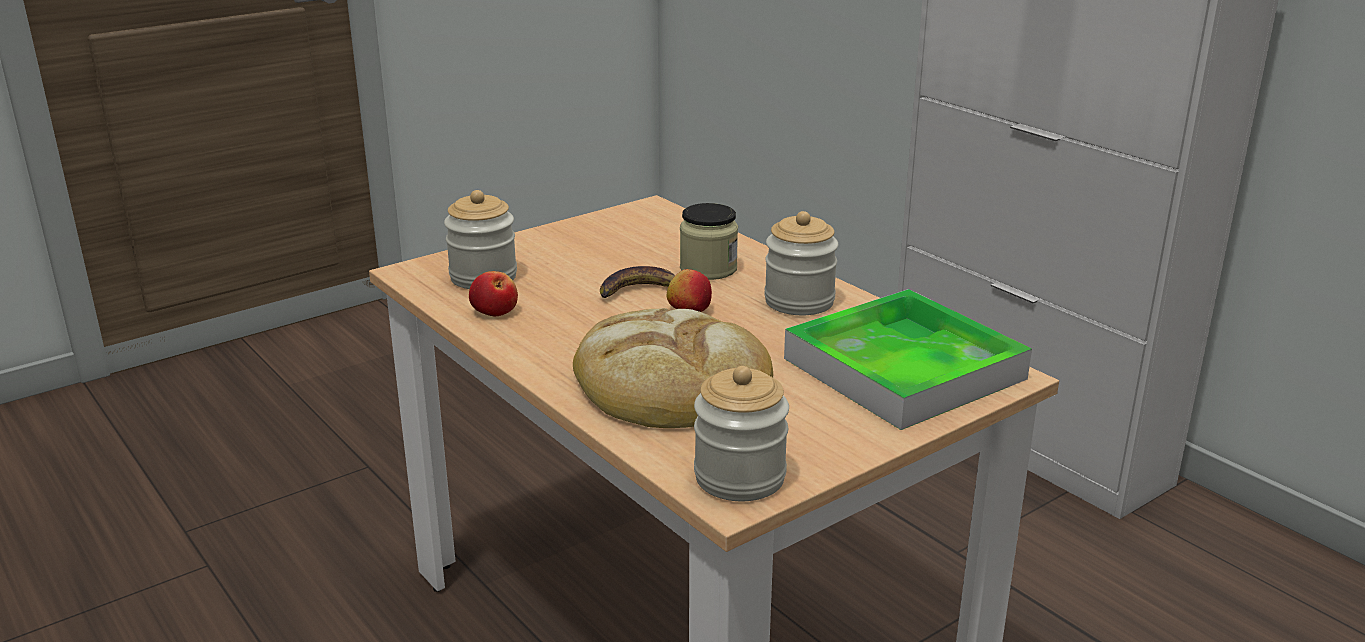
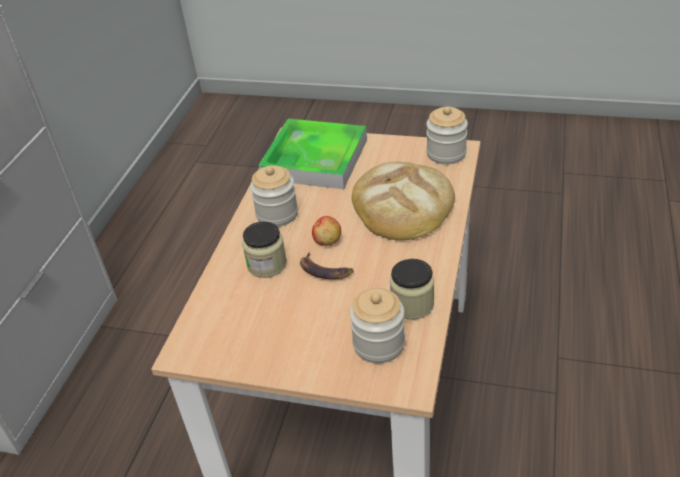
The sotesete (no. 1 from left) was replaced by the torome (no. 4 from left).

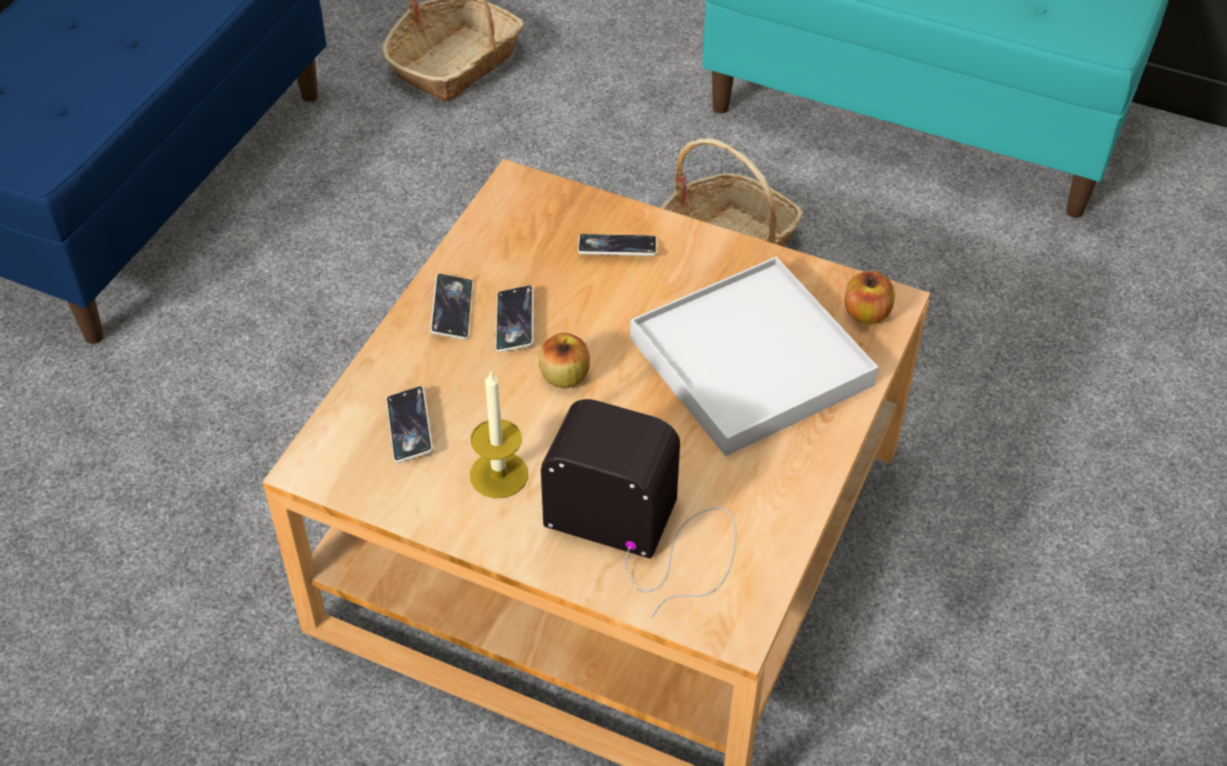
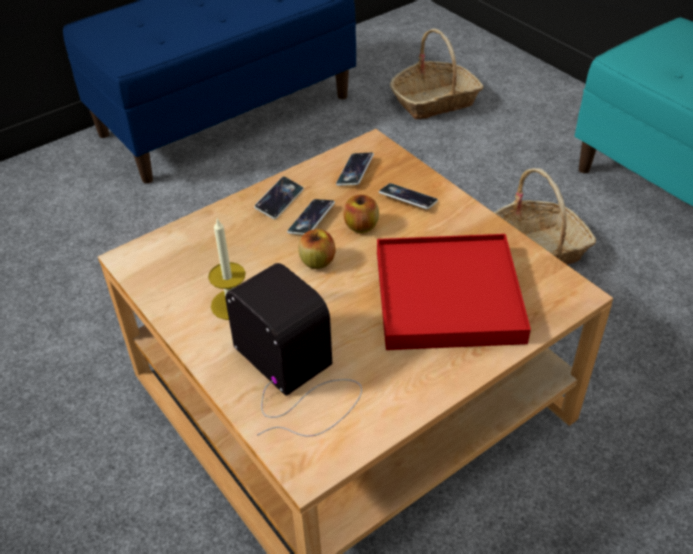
The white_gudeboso became the red_gudeboso.
The sotesete (no. 2 from left) moved.
The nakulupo (no. 1 from left in the first image) moved.

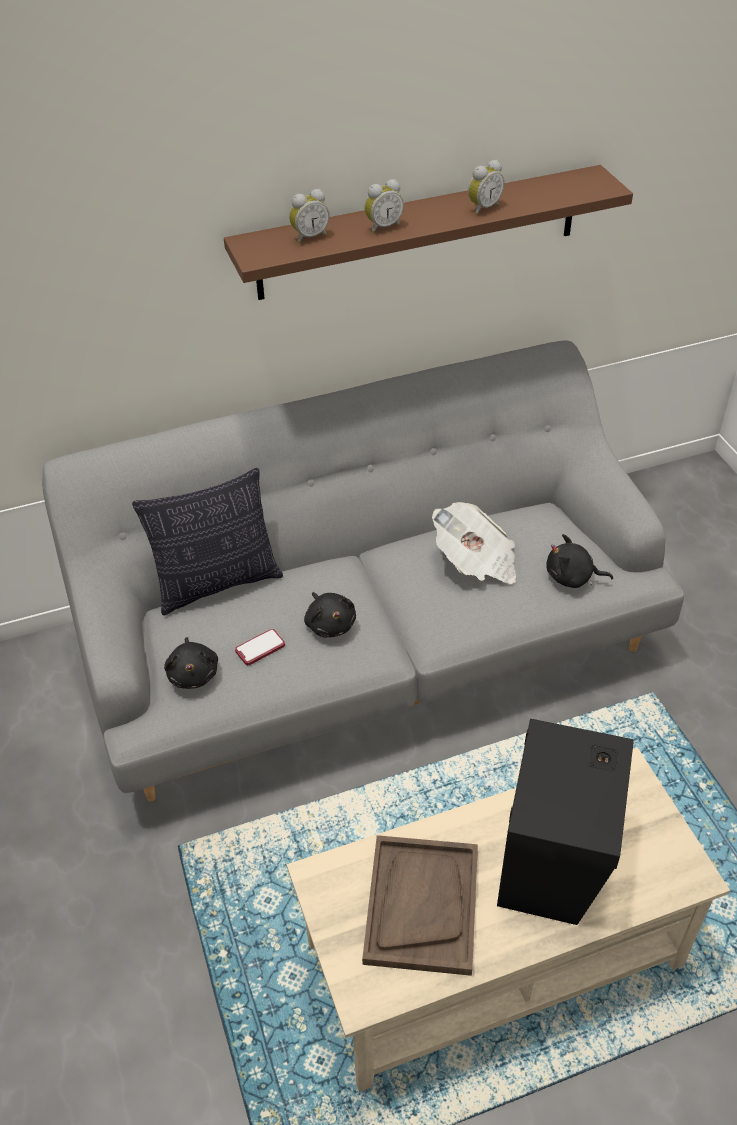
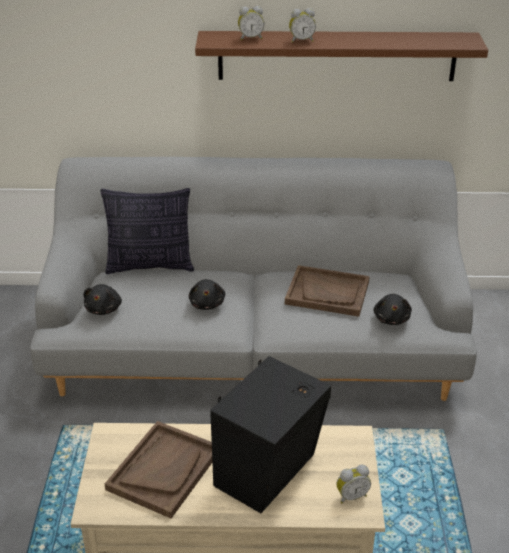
The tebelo (no. 3 from left) moved.
The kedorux was replaced by the brown_gudeboso (no. 2 from left).
The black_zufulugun (no. 3 from left) turned 120 degrees counterclockwise.
The nakulupo disappeared.

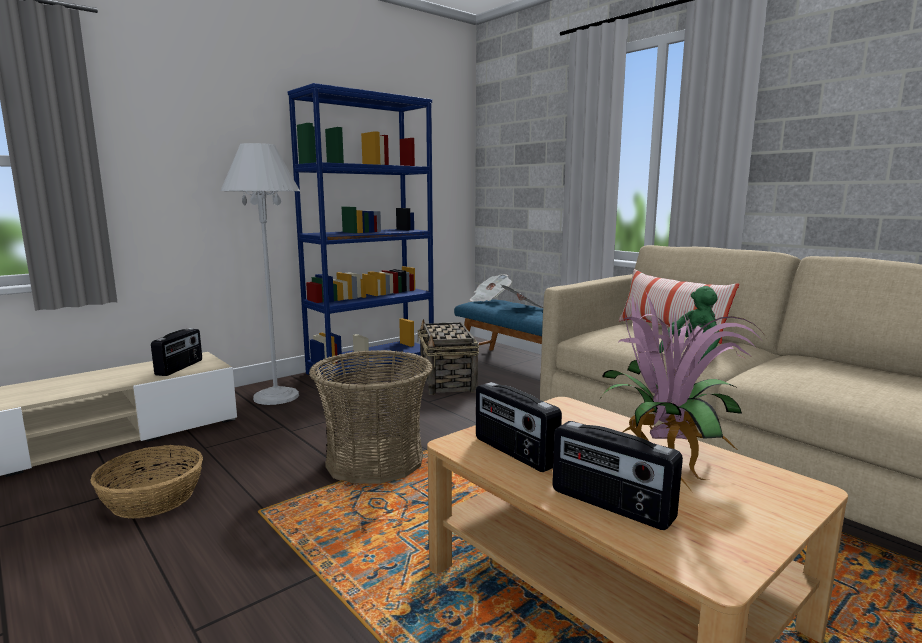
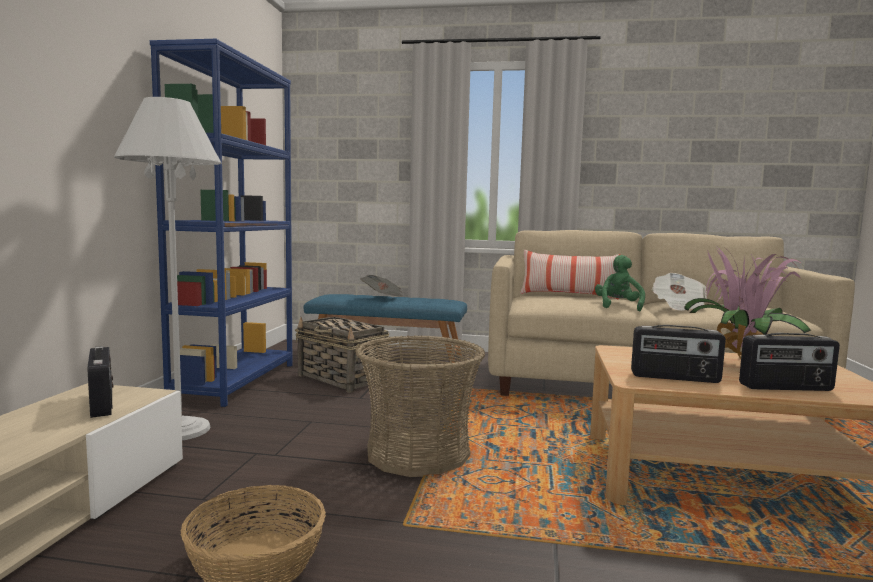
The kedorux (no. 1 from left in the first image) moved.

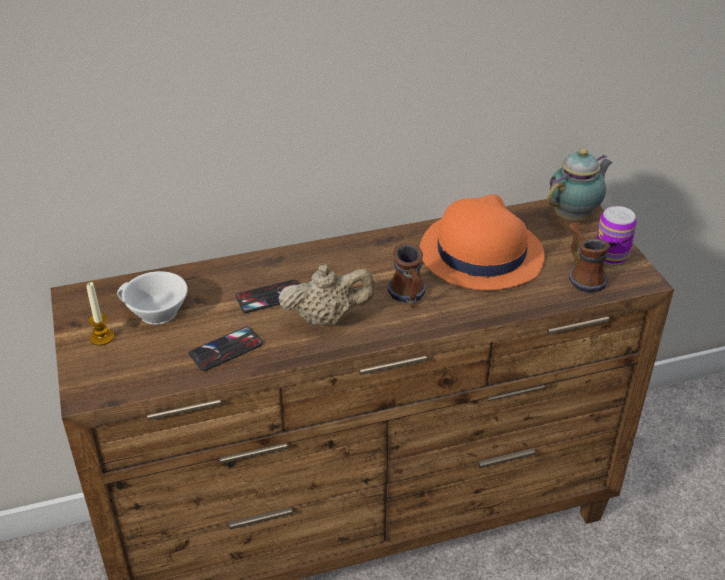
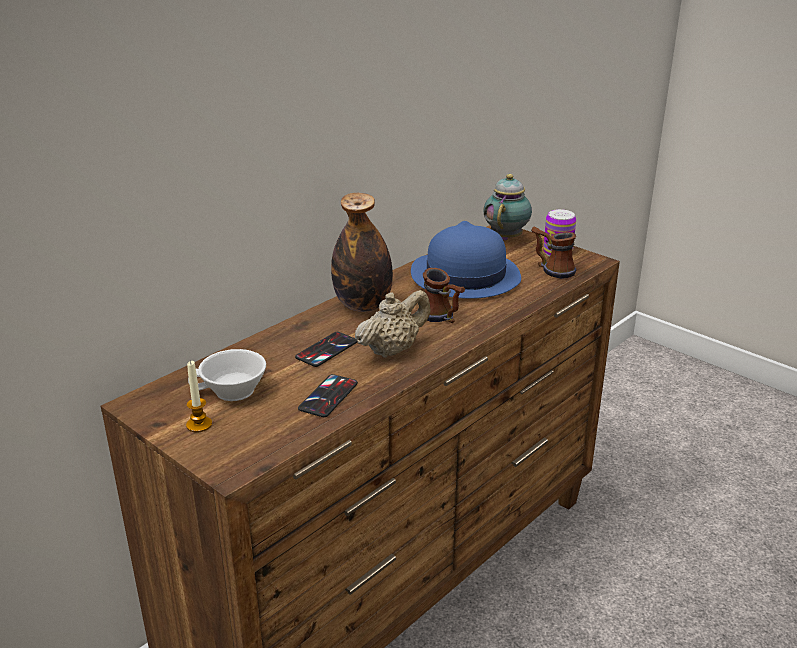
The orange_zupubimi became the blue_zupubimi.
The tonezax appeared.

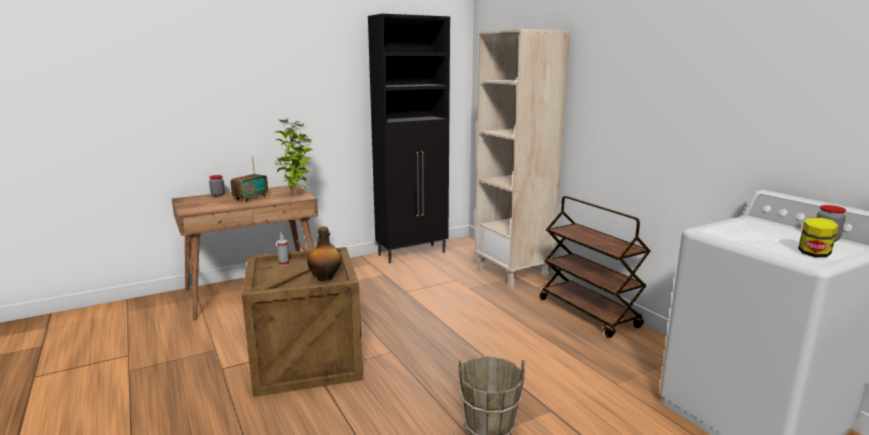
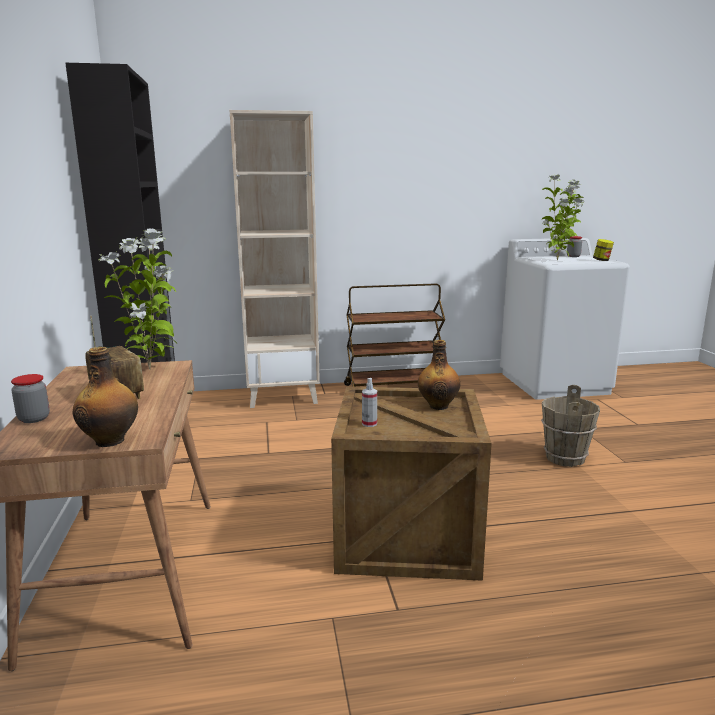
The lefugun (no. 2 from left) appeared.
The tonezax (no. 1 from left) appeared.

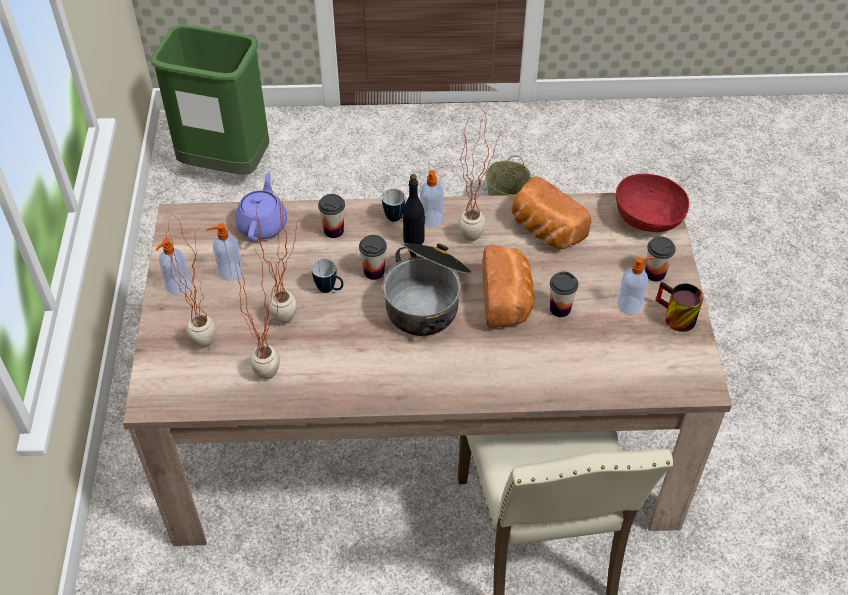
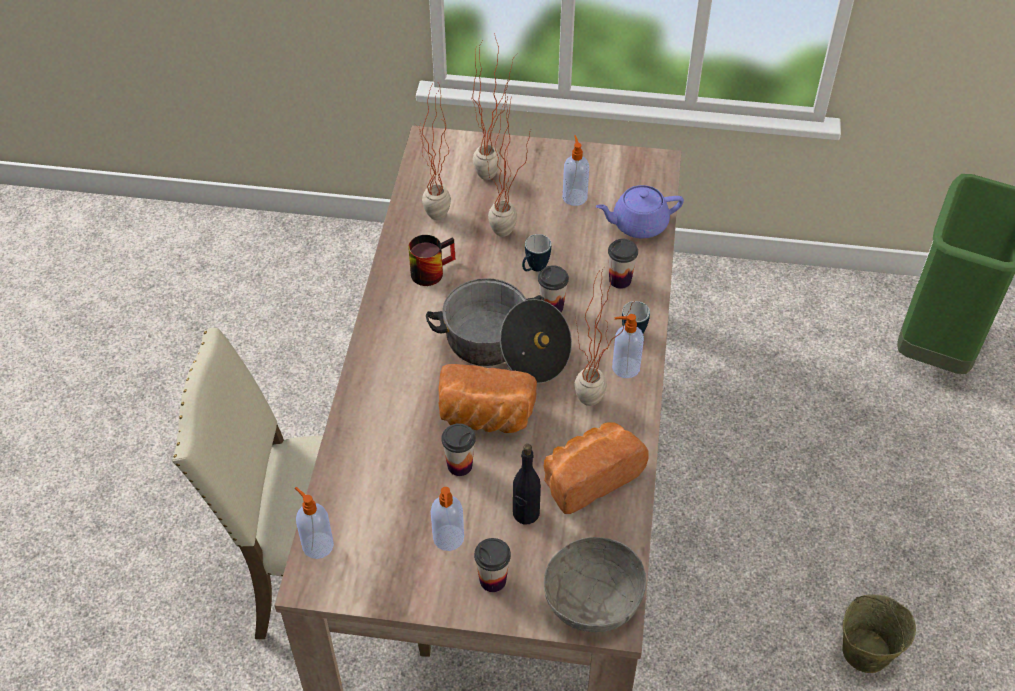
The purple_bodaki turned 150 degrees clockwise.
The black_tonezax moved.
The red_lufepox became the grey_lufepox.
The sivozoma (no. 1 from left) moved.
The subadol (no. 3 from left in the first image) moved.

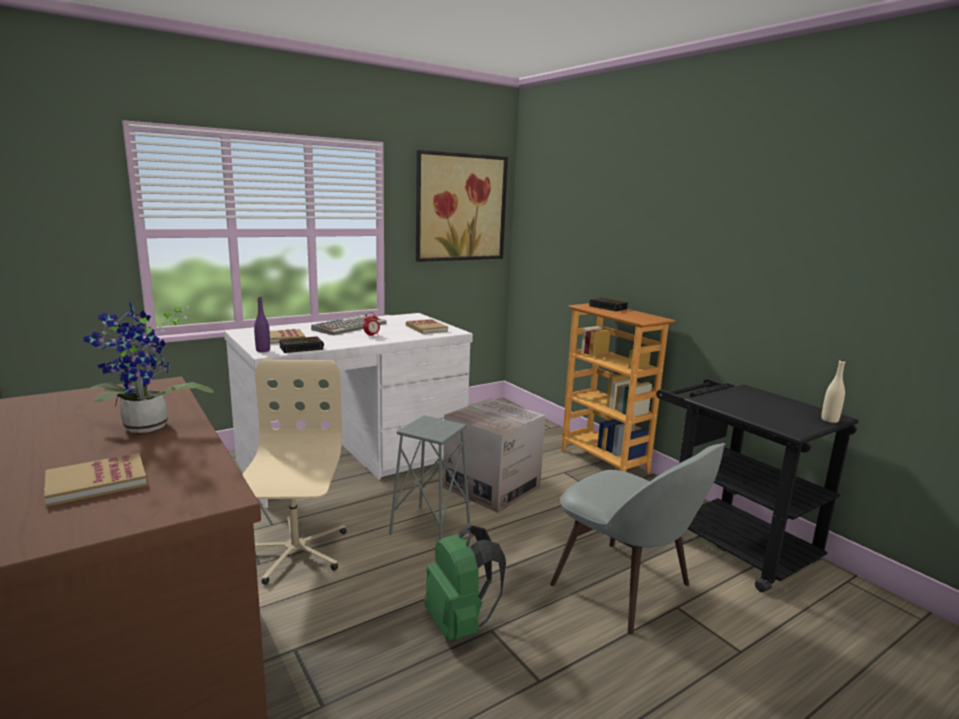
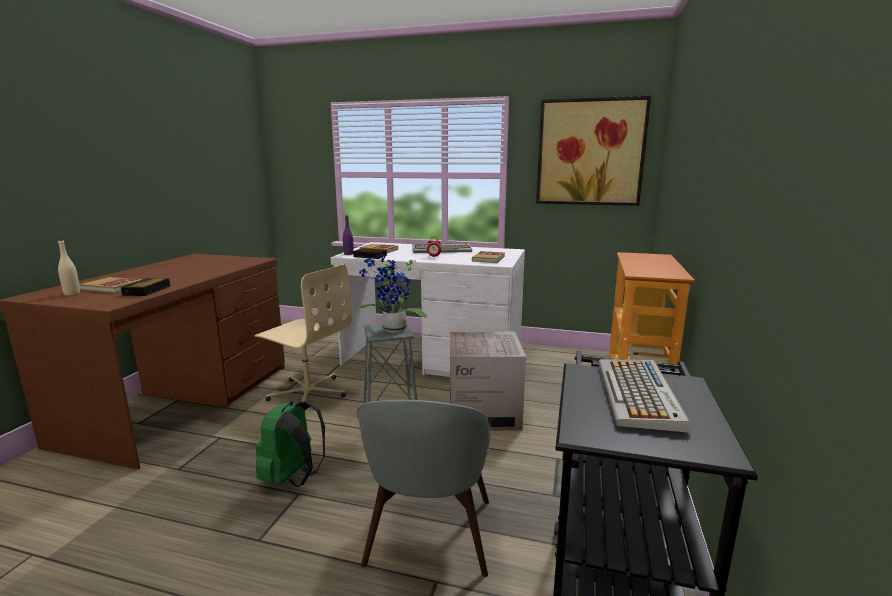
The tebelo (no. 3 from left in the first image) moved.
The lefugun moved.
The beige_tonezax moved.
The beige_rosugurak turned 75 degrees clockwise.
The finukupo (no. 2 from left) appeared.

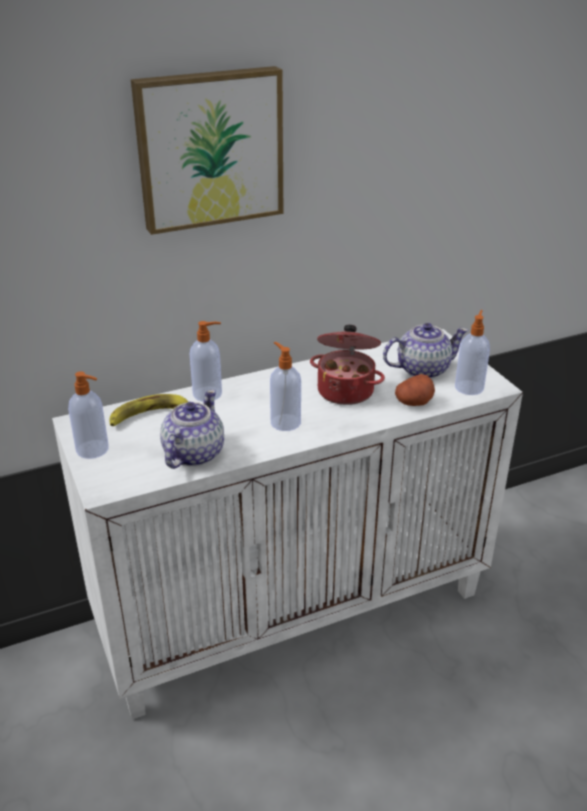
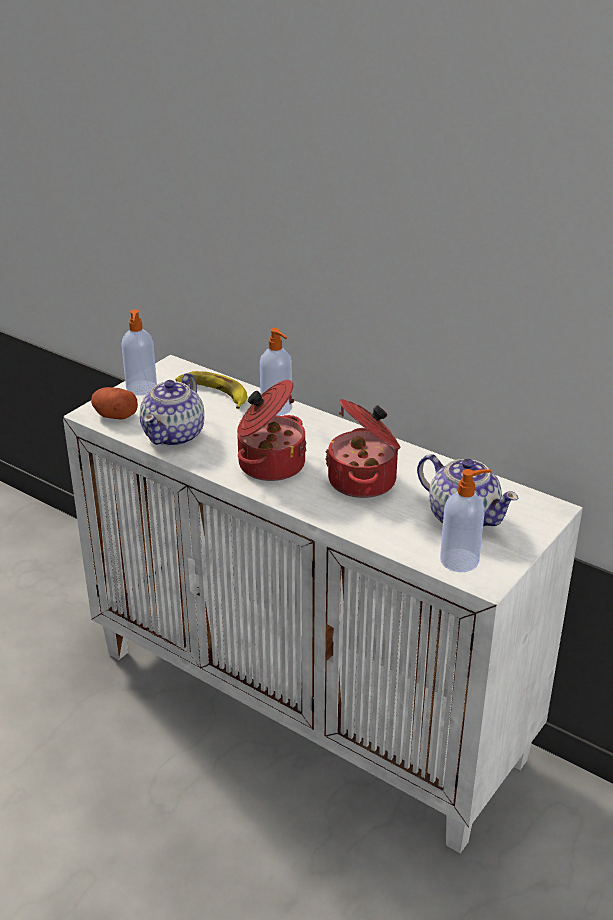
The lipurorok disappeared.
The sivozoma (no. 3 from left) was replaced by the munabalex (no. 1 from left).
The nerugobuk moved.
The bodaki (no. 1 from left) turned 120 degrees clockwise.

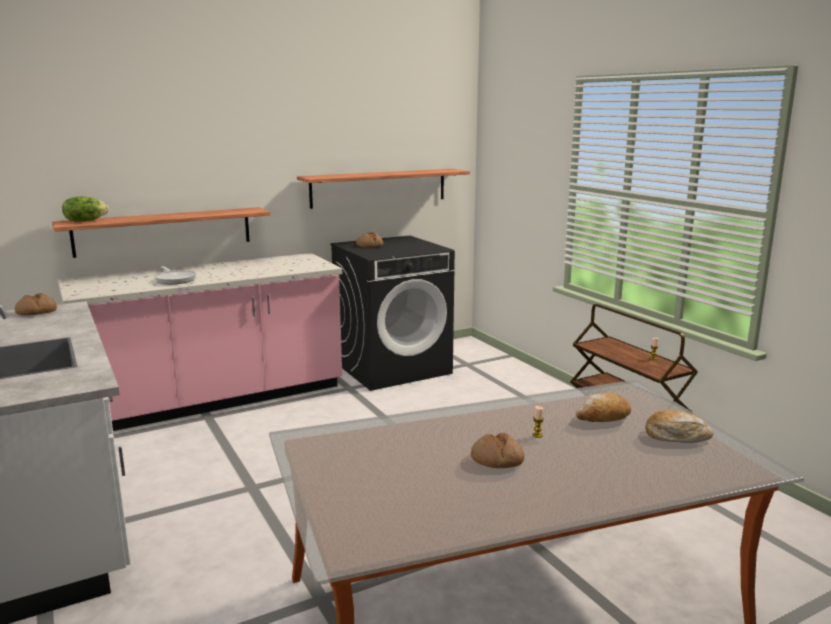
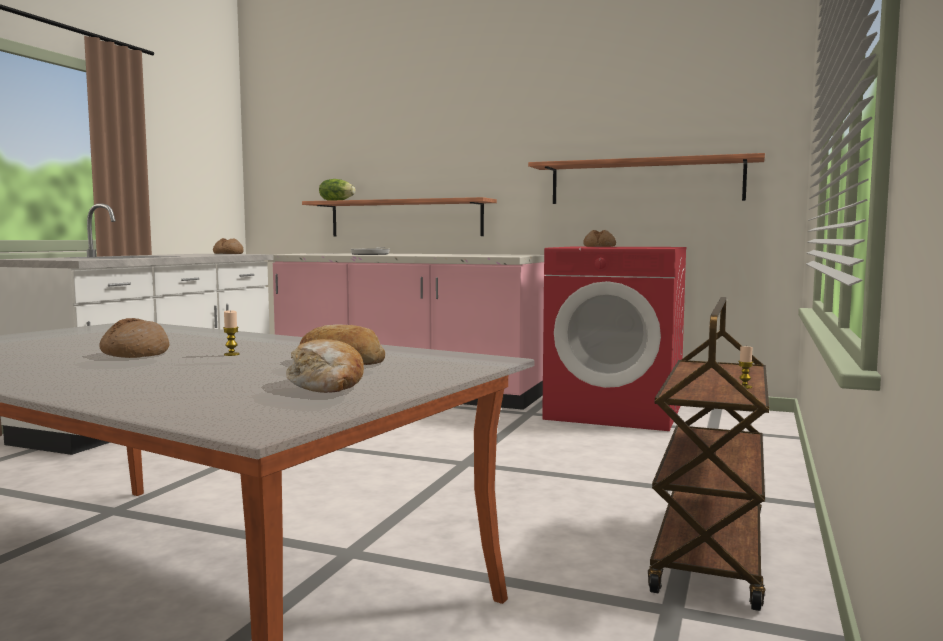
The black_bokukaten became the red_bokukaten.

